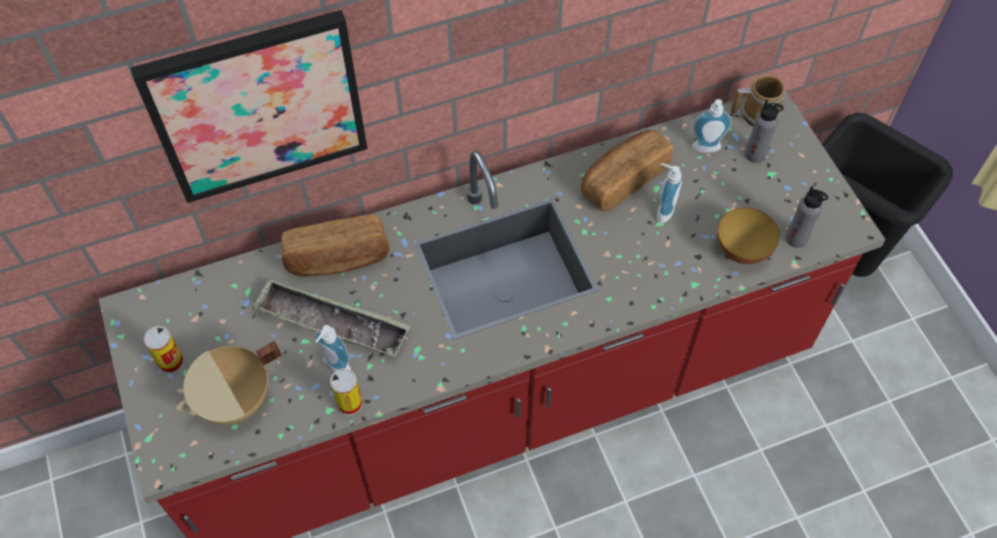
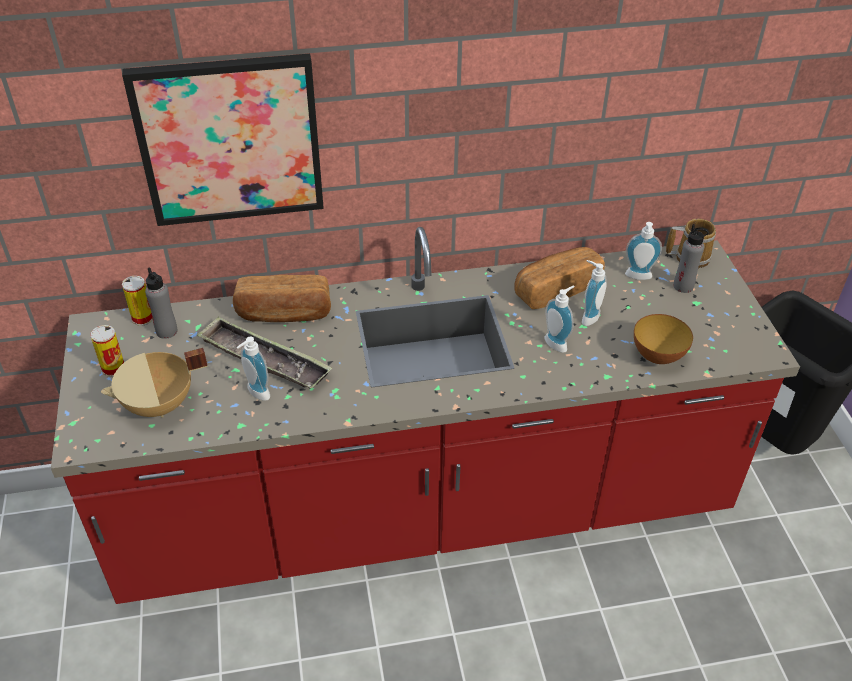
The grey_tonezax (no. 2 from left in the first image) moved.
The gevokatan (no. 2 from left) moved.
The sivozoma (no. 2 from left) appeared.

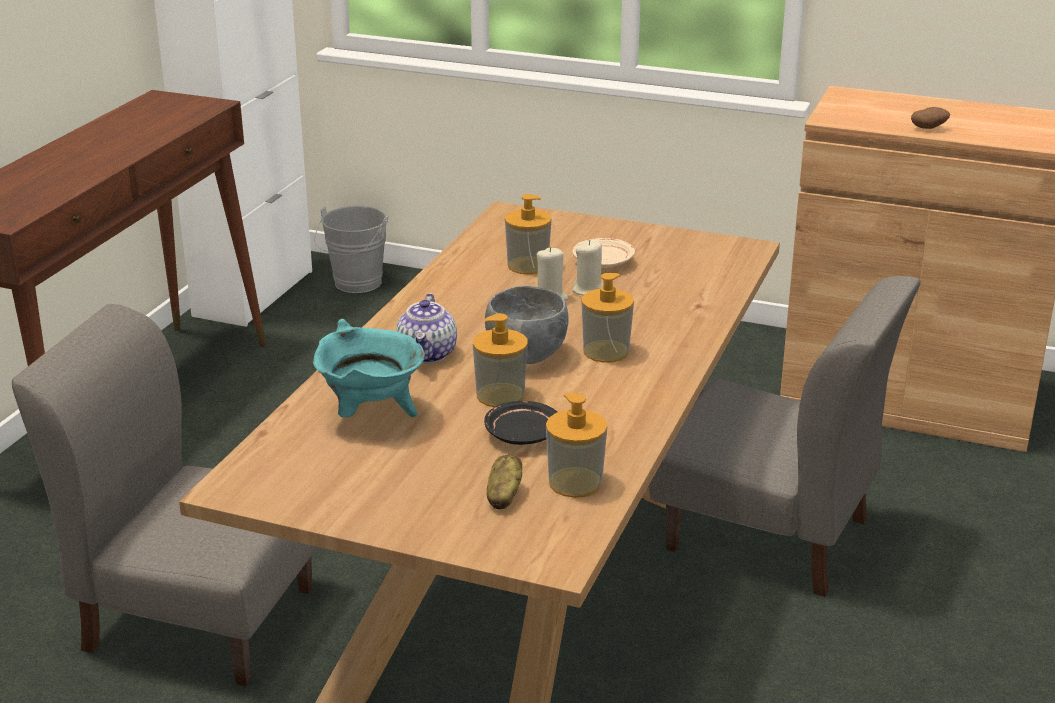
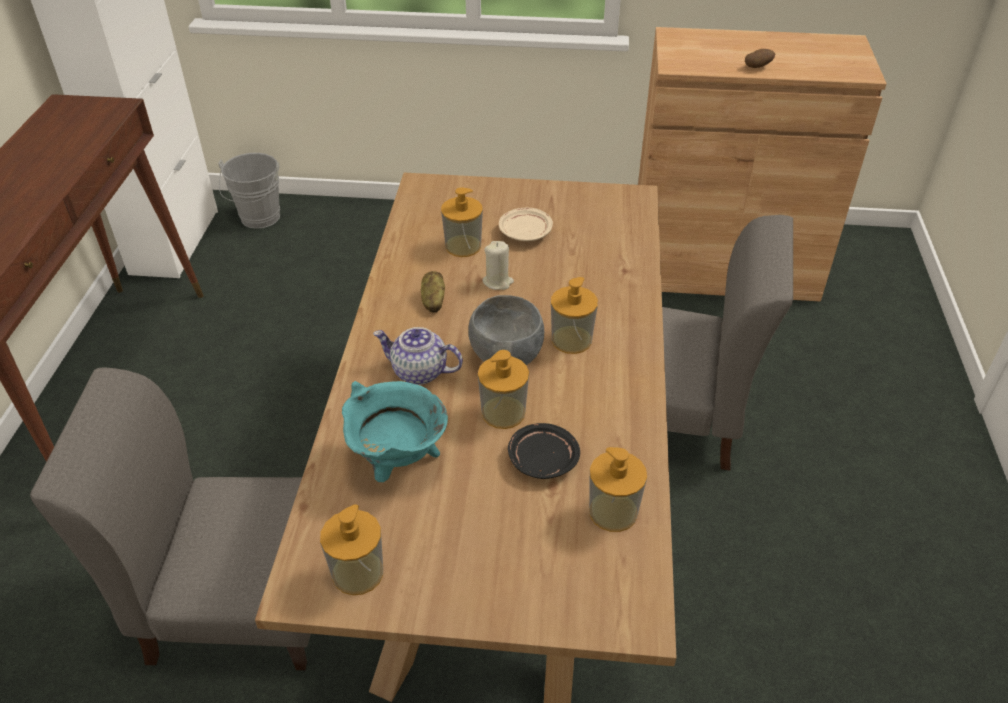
The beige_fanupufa (no. 2 from left) disappeared.
The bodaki turned 120 degrees clockwise.
The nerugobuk (no. 1 from left) moved.
The sivozoma (no. 1 from left) appeared.

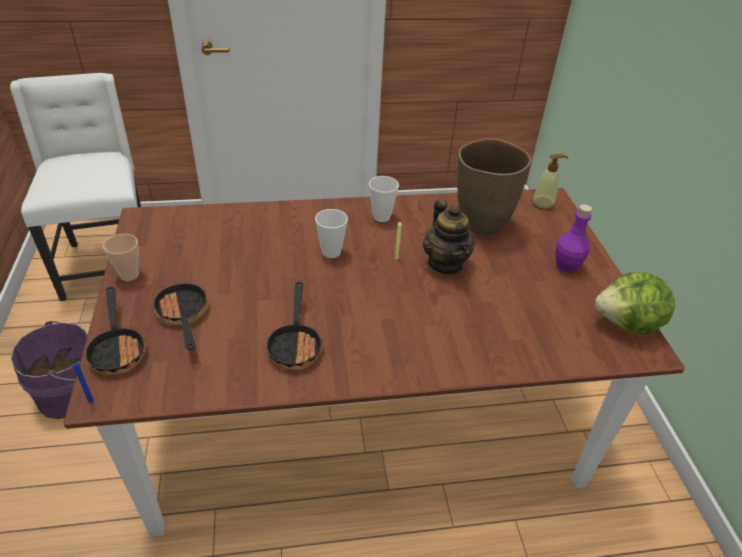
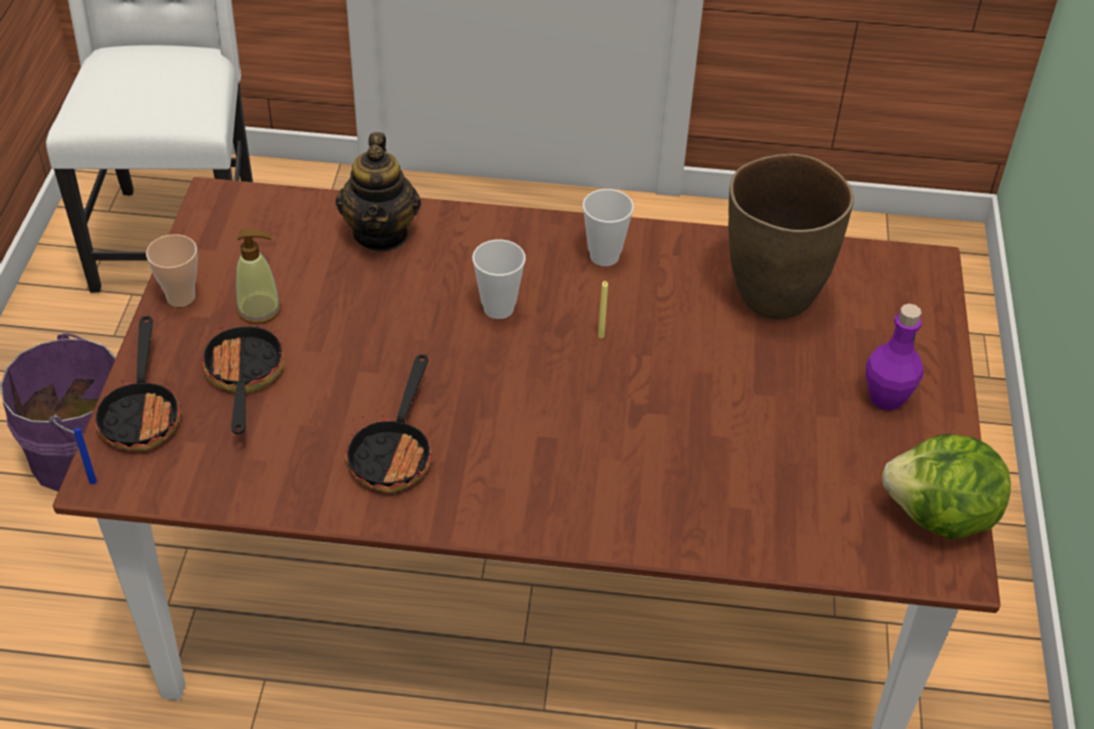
The sivozoma moved.
The bodaki moved.

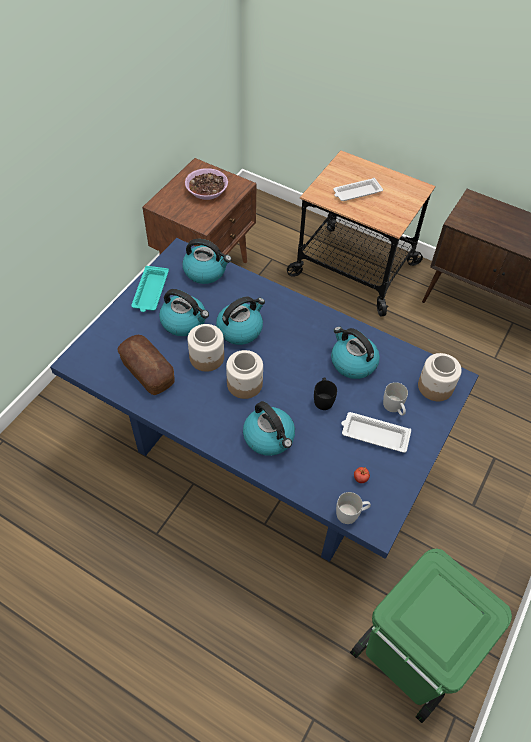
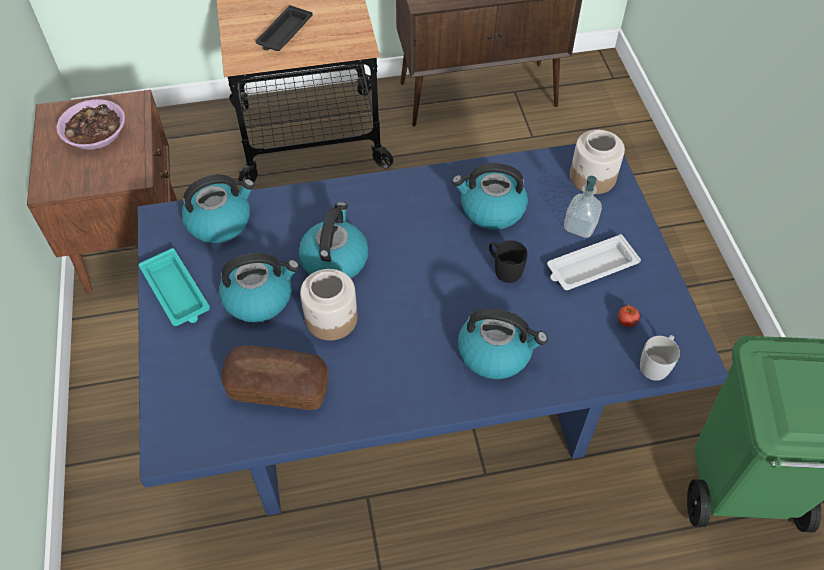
The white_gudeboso (no. 1 from left) became the black_gudeboso.
The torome (no. 2 from left) disappeared.
The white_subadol (no. 2 from left) was replaced by the sivozoma.

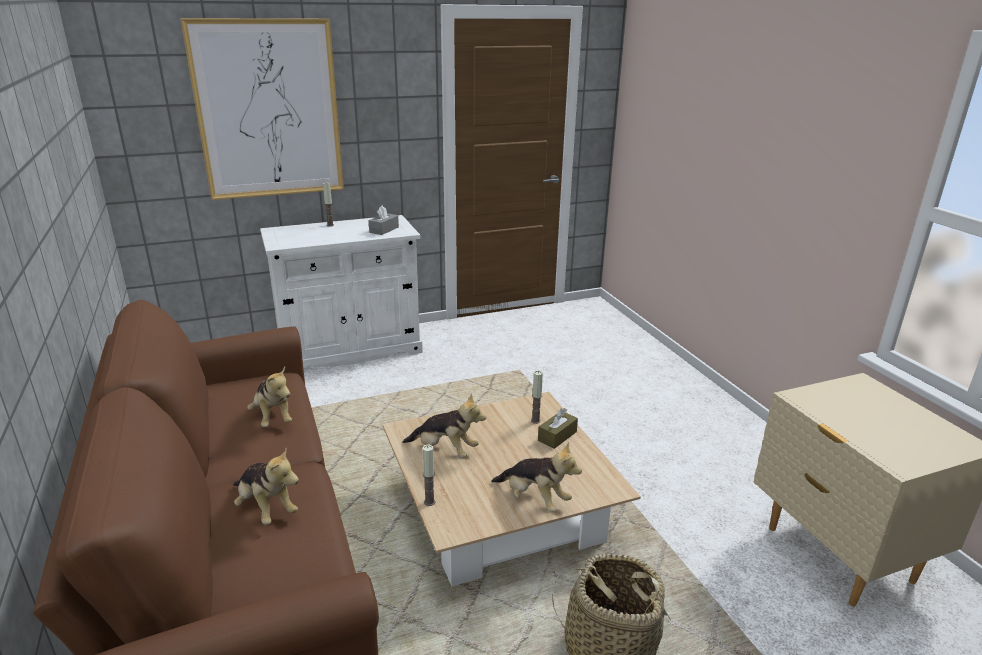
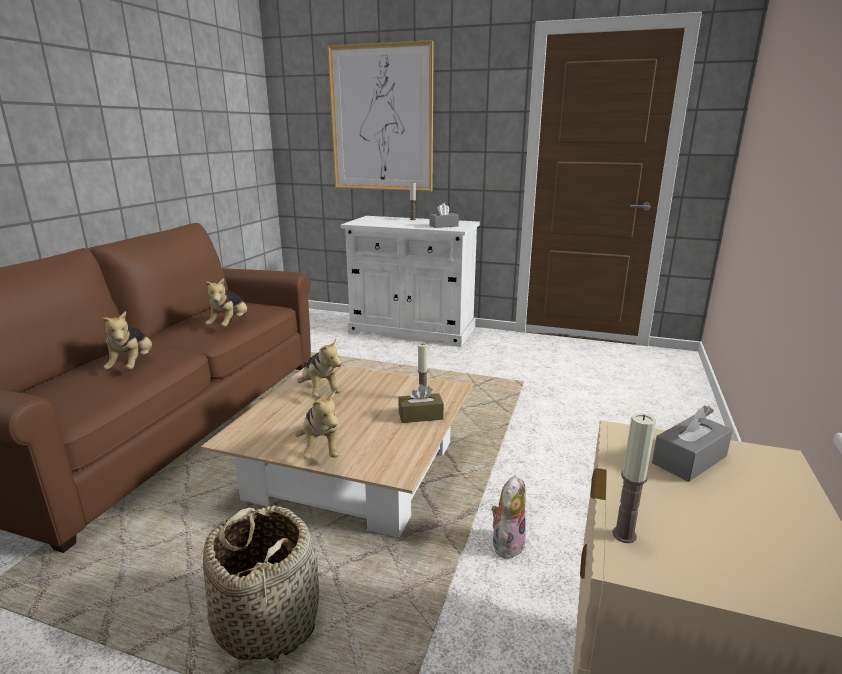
The fanupufa (no. 2 from left in the first image) moved.
The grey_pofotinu (no. 2 from left) appeared.
The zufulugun (no. 5 from left) appeared.

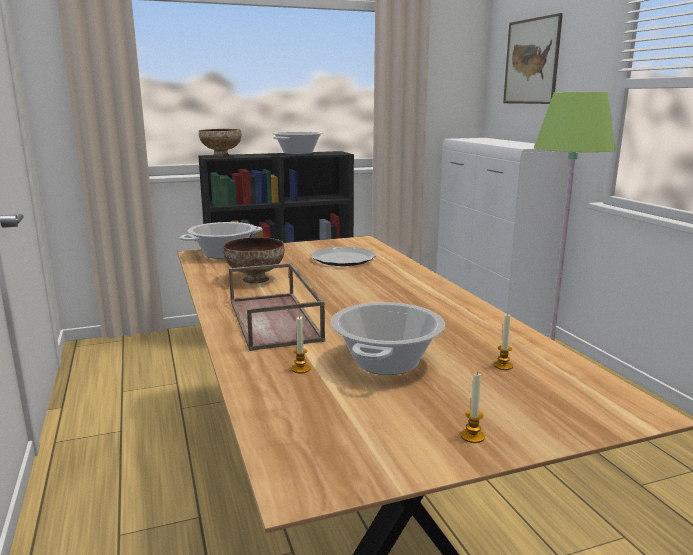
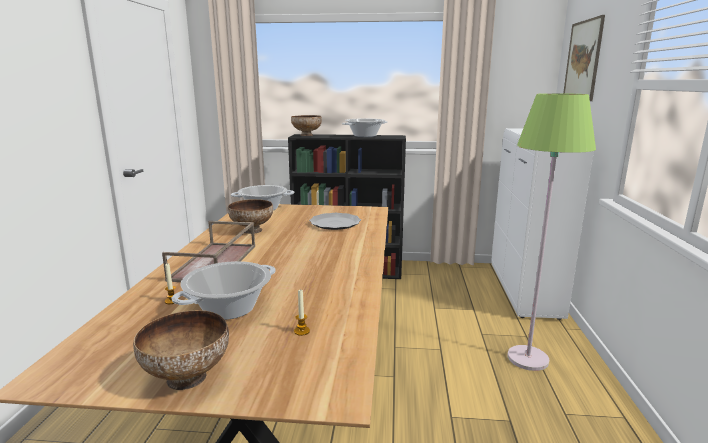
The fanupufa (no. 2 from left) was replaced by the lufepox (no. 1 from left).

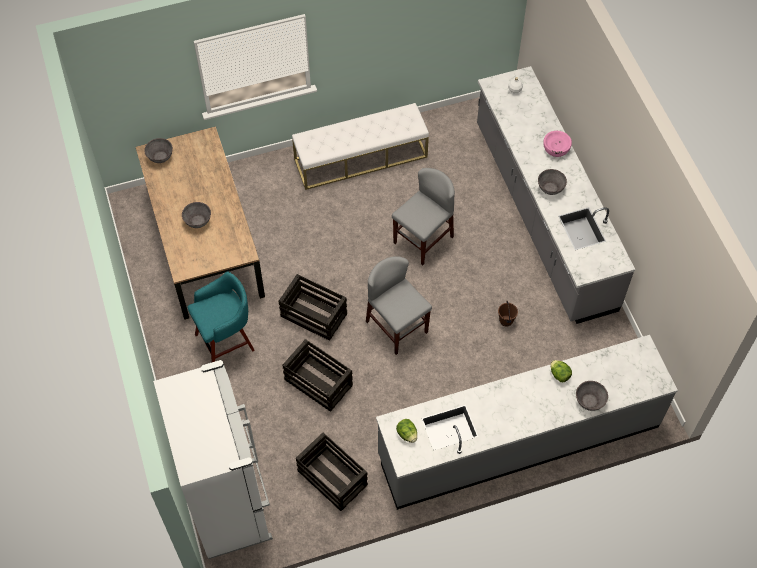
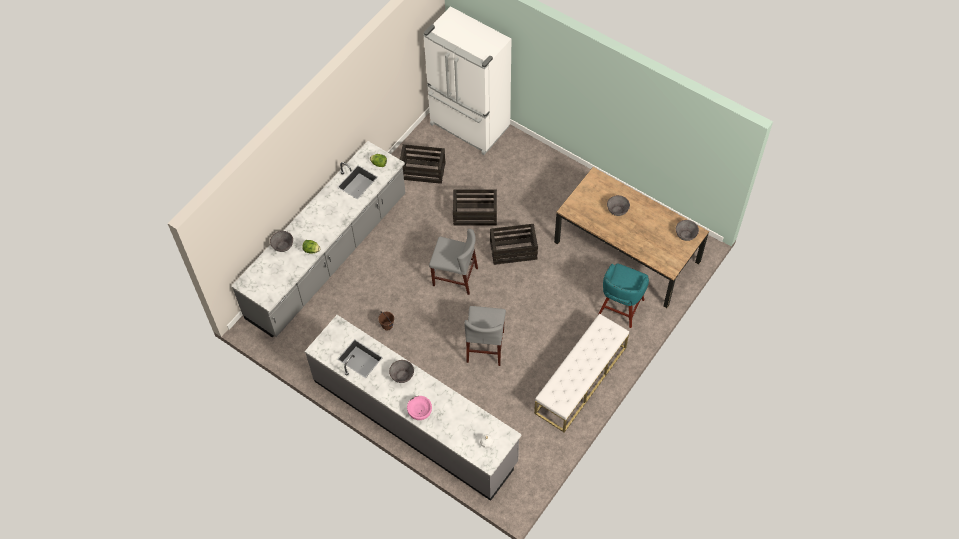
The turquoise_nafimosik moved.

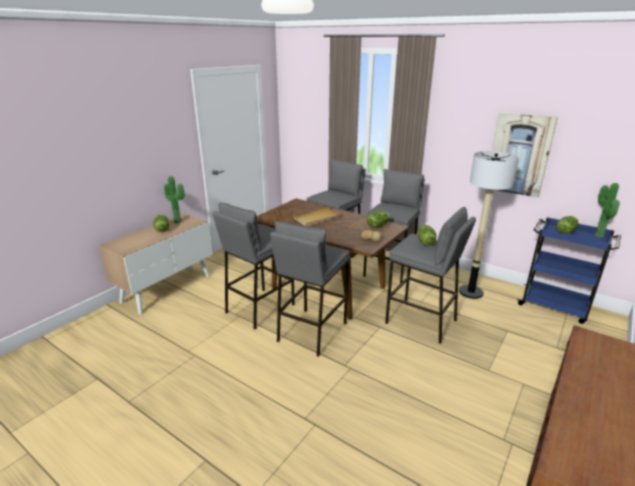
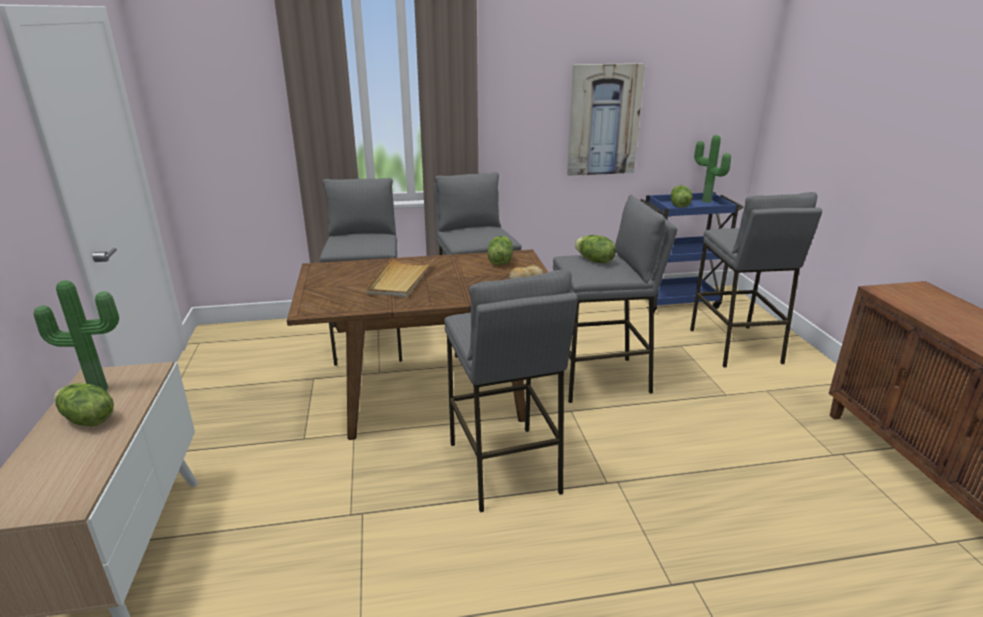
The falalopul disappeared.
The grey_nafimosik (no. 1 from left in the first image) moved.

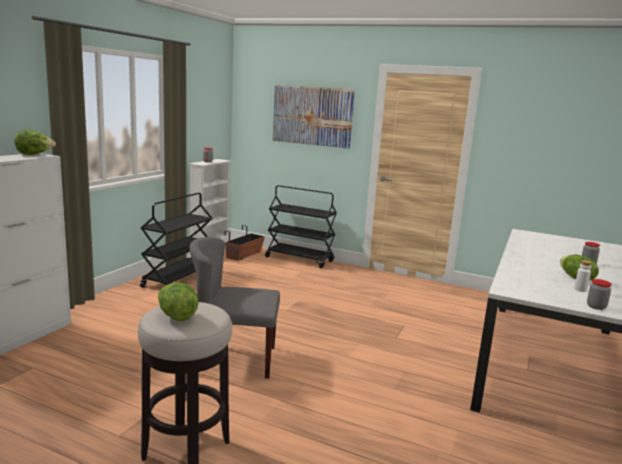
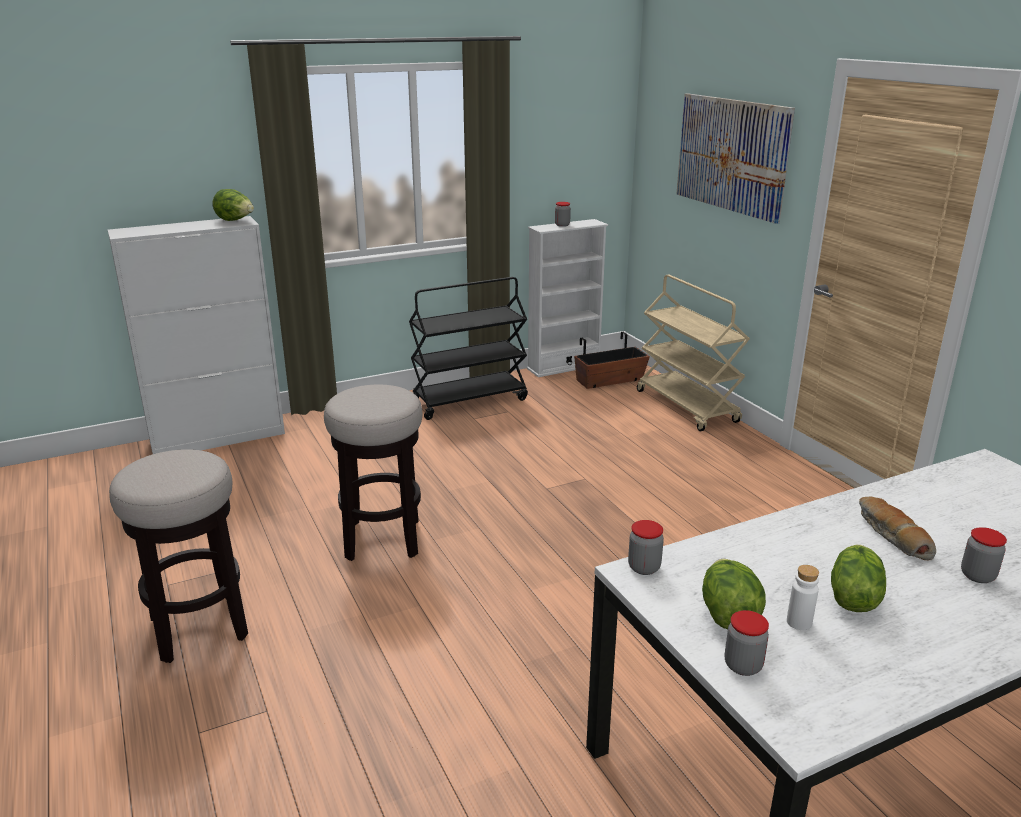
The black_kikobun (no. 2 from left) became the beige_kikobun.
The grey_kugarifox was replaced by the nafimosik (no. 2 from left).
The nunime (no. 2 from left) moved.
The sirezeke appeared.
The torome (no. 2 from left) appeared.

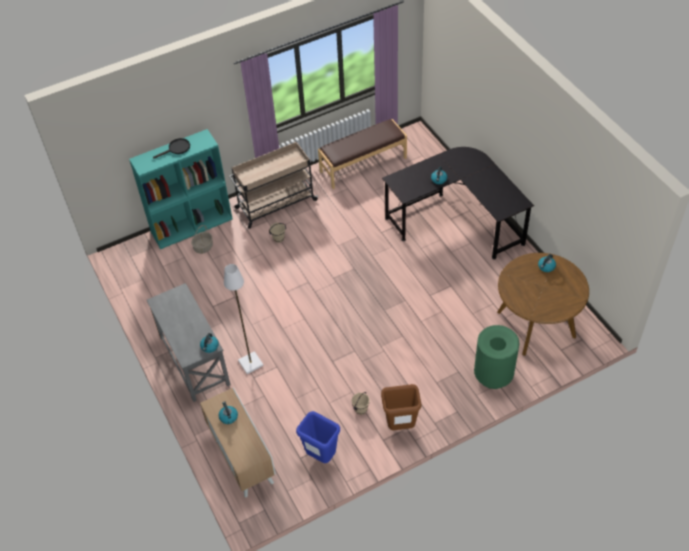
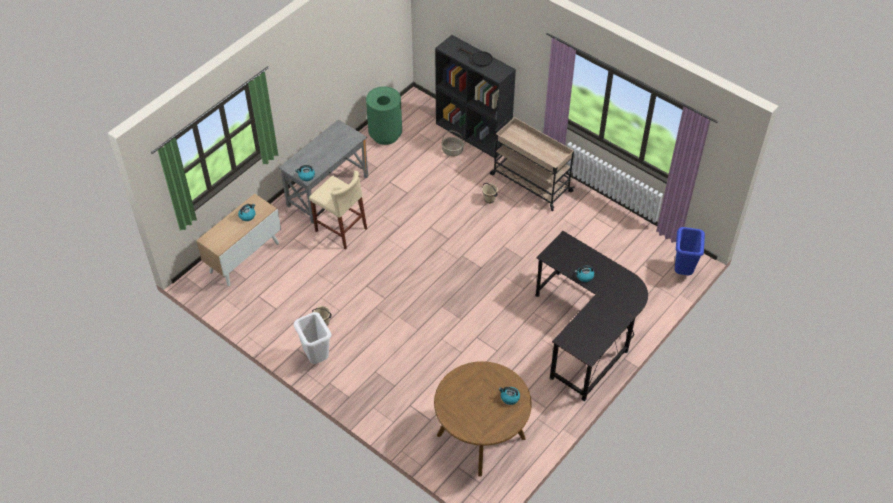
The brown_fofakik disappeared.
The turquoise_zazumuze became the black_zazumuze.
The white_falalopul was replaced by the beige_nafimosik.
The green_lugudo moved.
The brown_lugudo became the white_lugudo.
The blue_lugudo moved.

